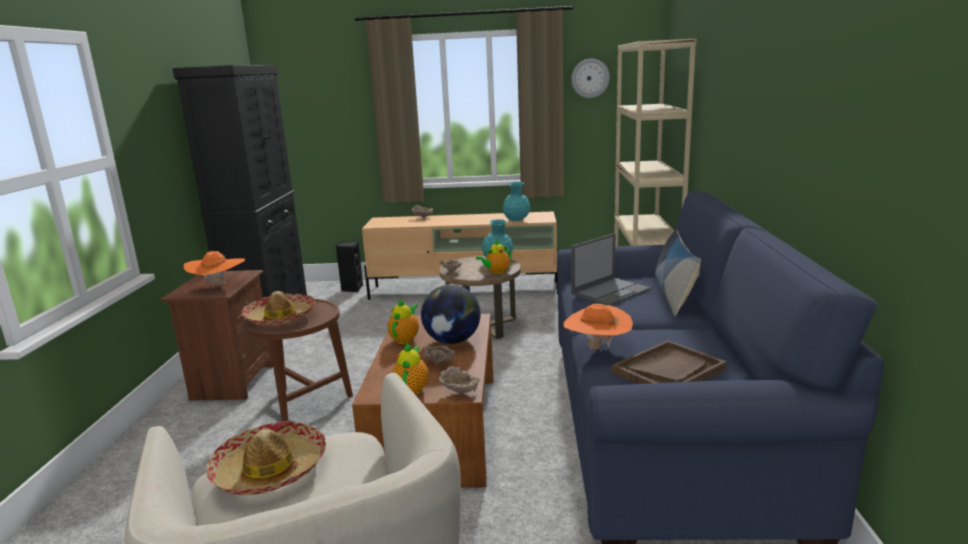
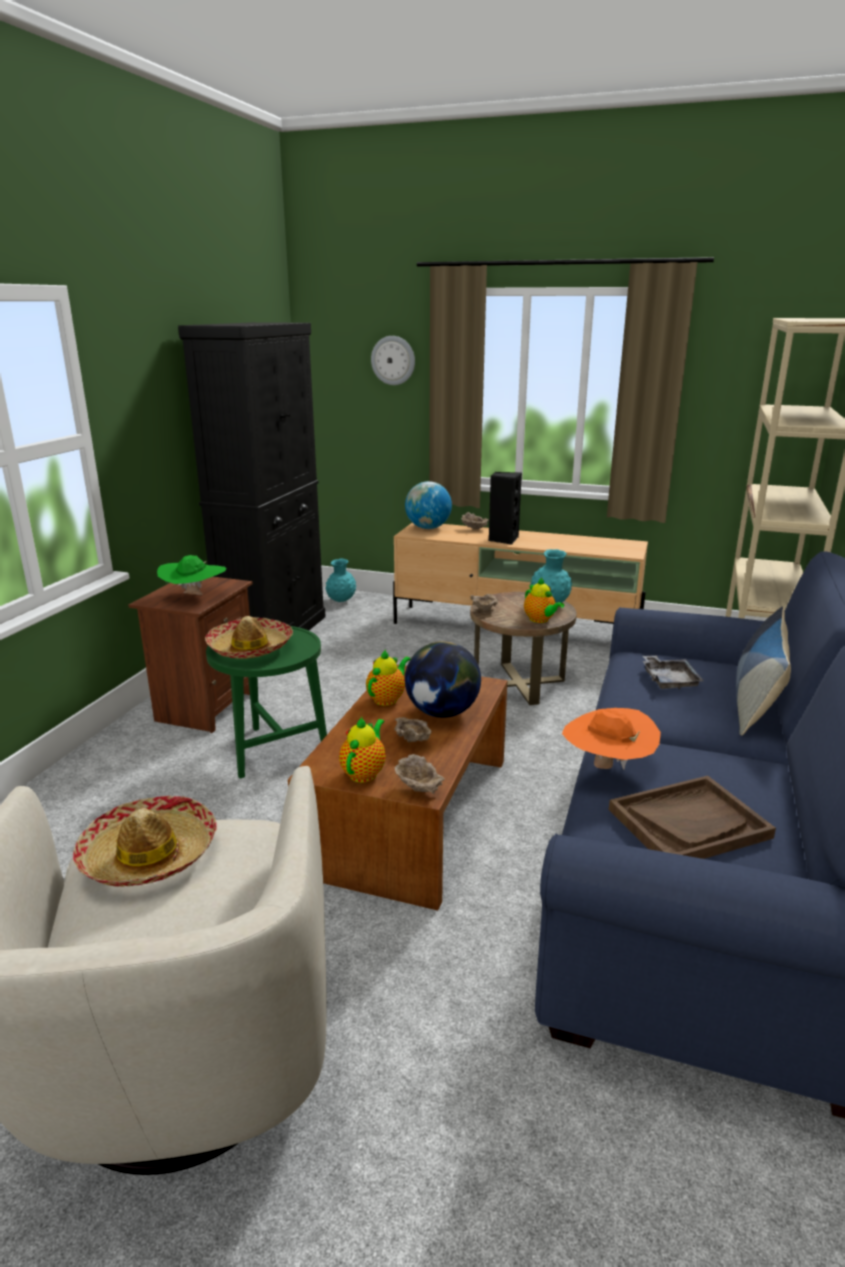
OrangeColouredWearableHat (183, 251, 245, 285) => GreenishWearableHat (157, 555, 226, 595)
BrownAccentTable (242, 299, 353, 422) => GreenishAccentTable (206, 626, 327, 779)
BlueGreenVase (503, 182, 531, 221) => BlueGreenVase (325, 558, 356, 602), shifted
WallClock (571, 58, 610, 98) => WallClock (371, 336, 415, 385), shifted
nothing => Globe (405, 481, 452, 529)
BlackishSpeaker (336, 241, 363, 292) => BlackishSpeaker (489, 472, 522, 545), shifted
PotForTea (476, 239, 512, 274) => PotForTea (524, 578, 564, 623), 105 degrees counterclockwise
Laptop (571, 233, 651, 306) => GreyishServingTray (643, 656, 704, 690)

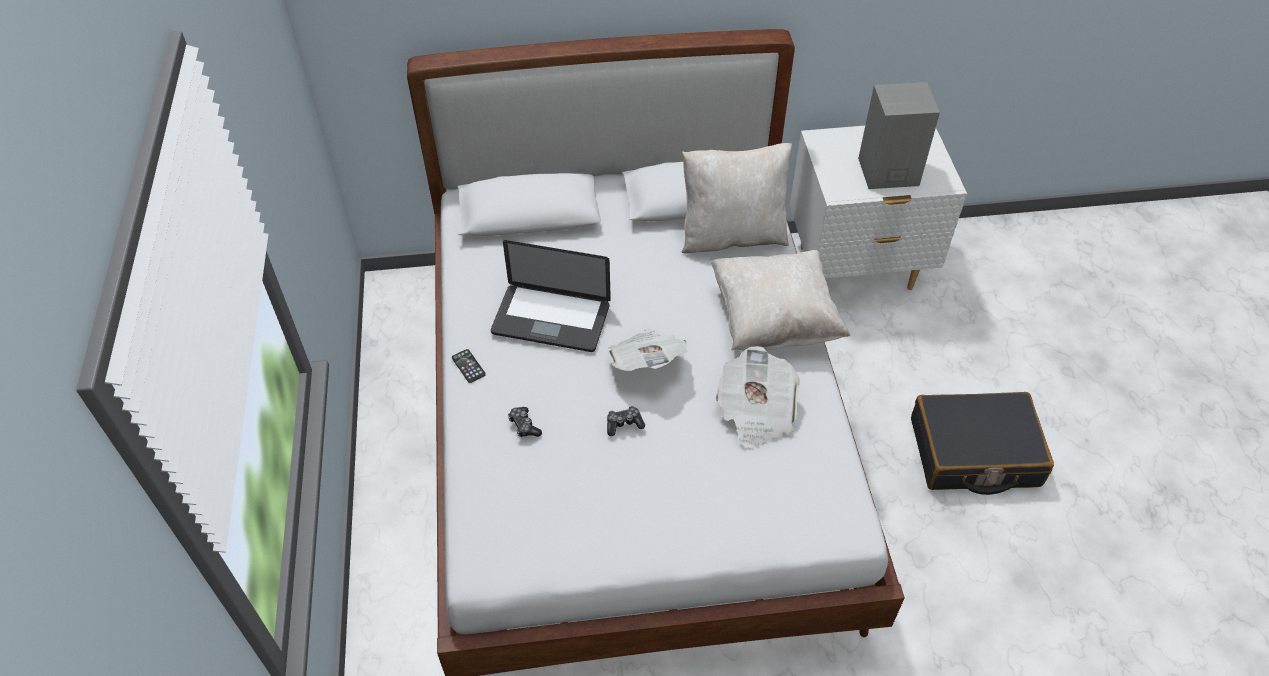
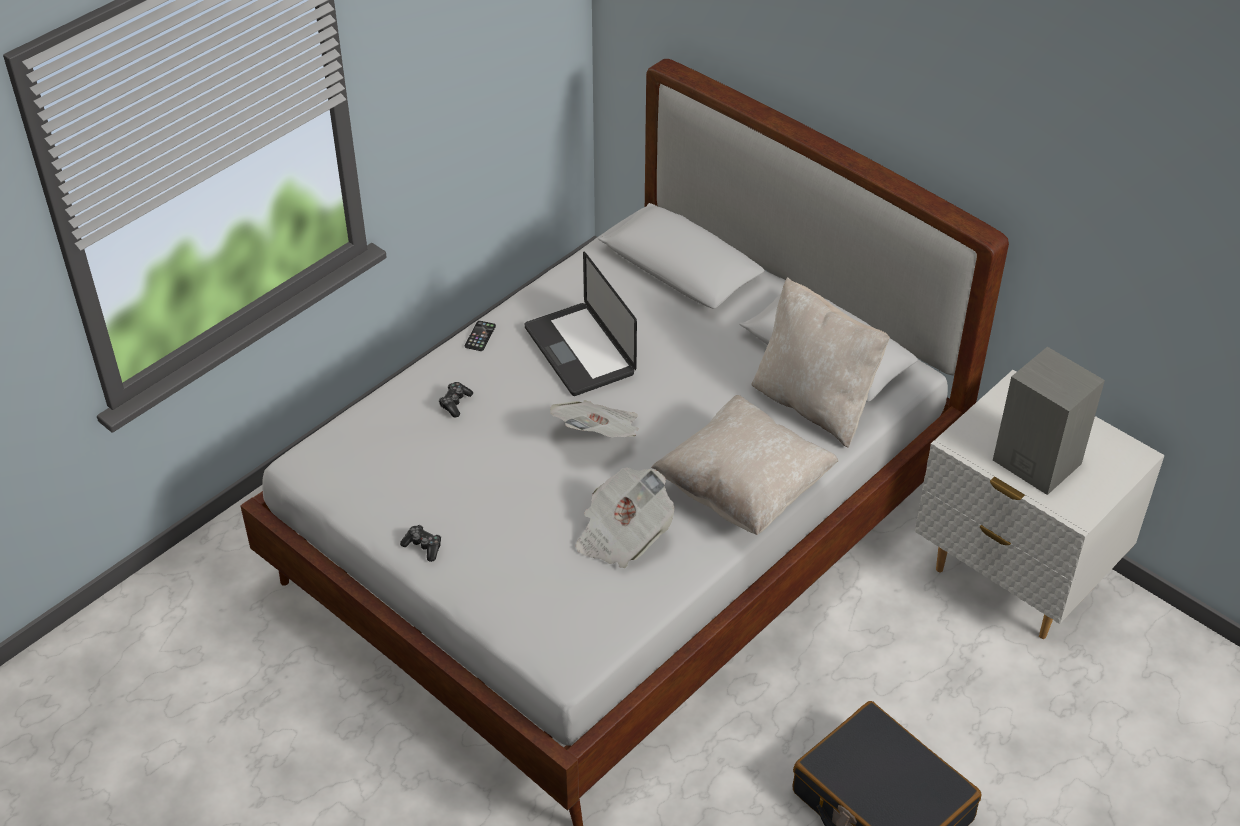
GameController (607, 406, 645, 436) => GameController (400, 525, 441, 562), shifted

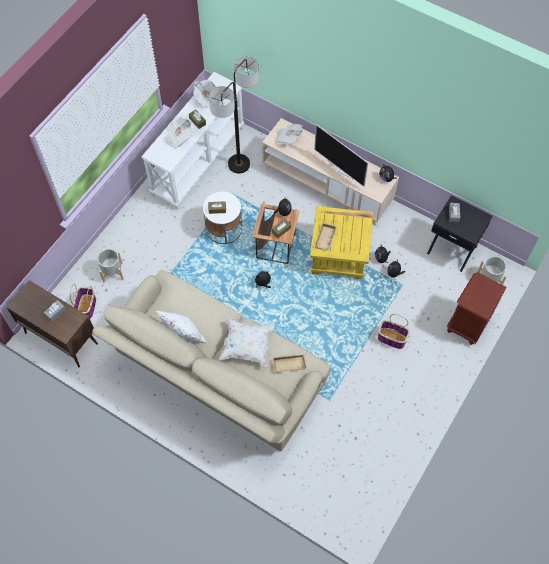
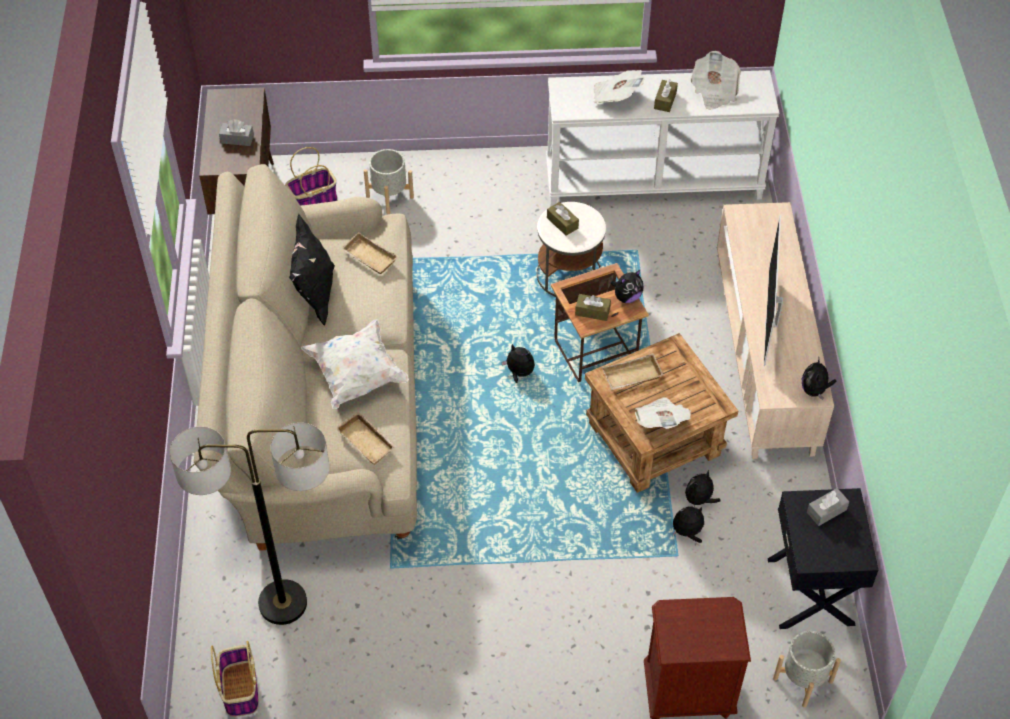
FloorLamp (209, 57, 259, 174) => FloorLamp (170, 423, 330, 625), shifted
StorageBasket (378, 314, 410, 349) => StorageBasket (211, 641, 258, 717), shifted
WhiteCushion (156, 311, 207, 343) => BlackishCushion (289, 214, 335, 326)
nothing => BeigeServingTray (341, 232, 398, 274)
YellowishAccentTable (310, 206, 373, 279) => BrownAccentTable (585, 333, 738, 493)
DailyPaper (275, 124, 303, 144) => DailyPaper (635, 398, 691, 429), shifted

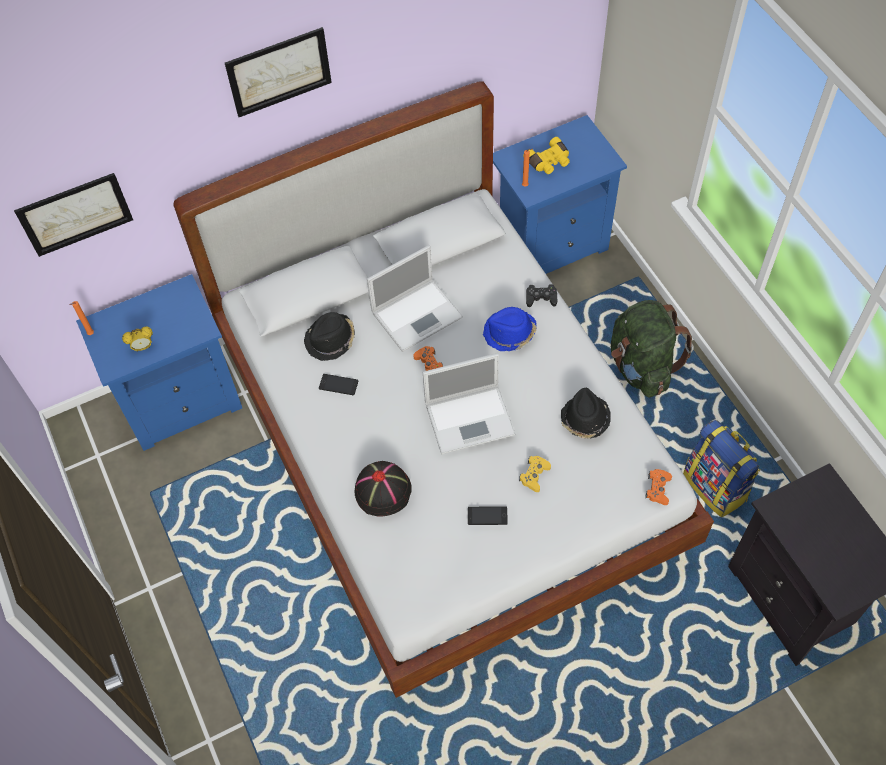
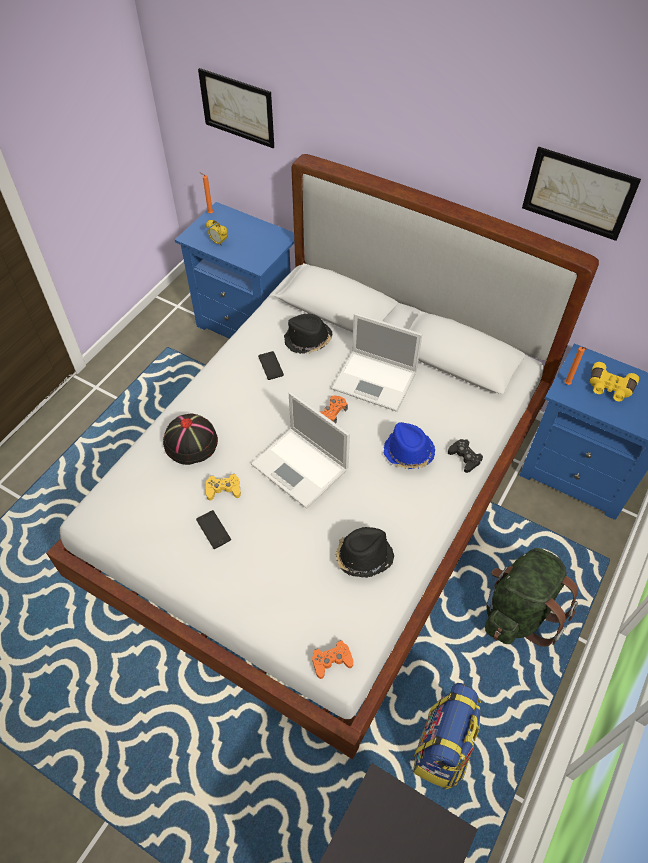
YellowishGameController (519, 456, 551, 492) => YellowishGameController (206, 474, 241, 501), shifted
WallArt (225, 27, 332, 117) => WallArt (522, 147, 641, 241), shifted

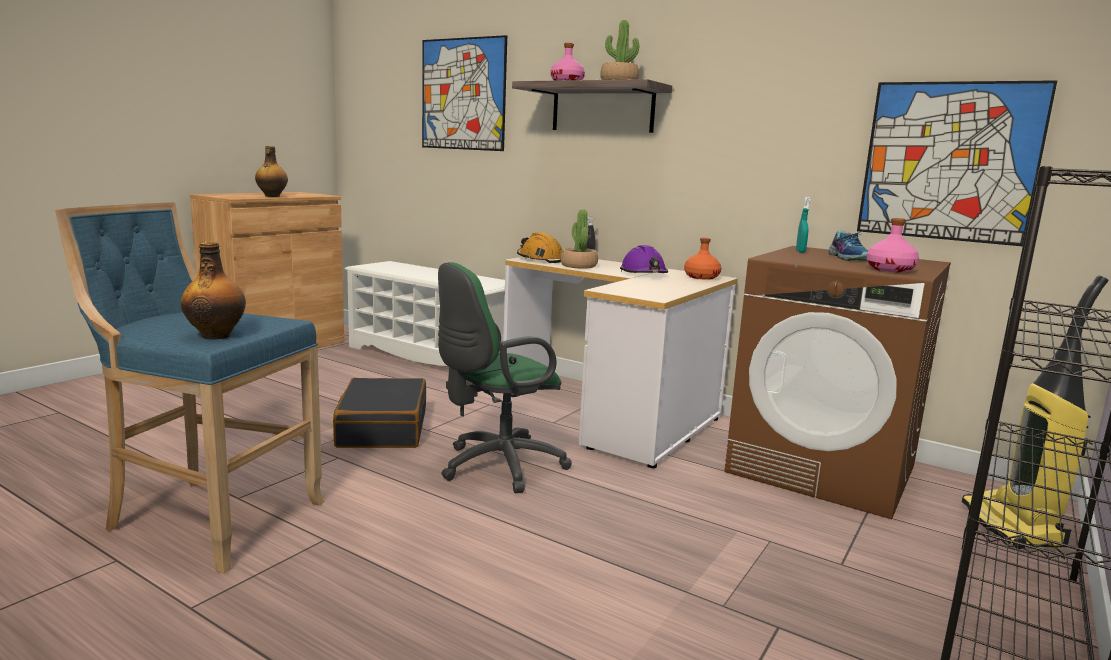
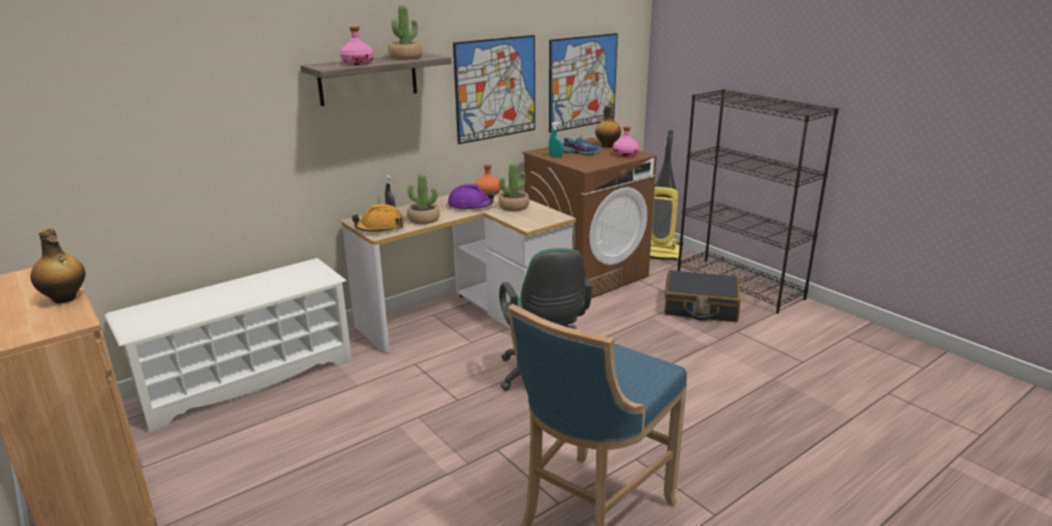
WallArt (422, 35, 507, 151) => WallArt (453, 35, 535, 144), shifted
nothing => PlantInAPot (499, 162, 529, 211)
BeverageBottle (180, 241, 246, 340) => BeverageBottle (595, 105, 621, 147), shifted
BlackishSuitcase (333, 378, 426, 448) => BlackishSuitcase (664, 270, 741, 322), shifted

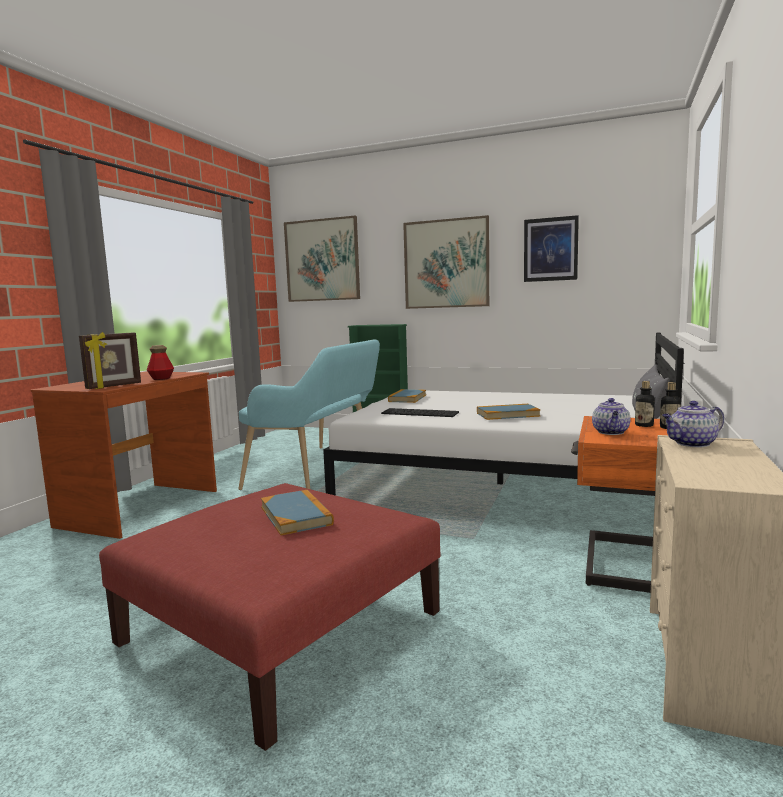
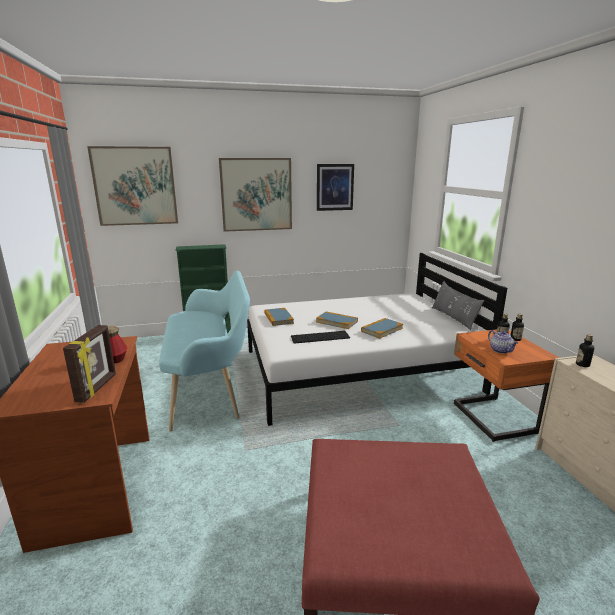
BoundBook (261, 490, 334, 535) => BoundBook (316, 311, 358, 329), shifted
PotForTea (662, 401, 724, 447) => BeverageBottle (576, 334, 594, 367)

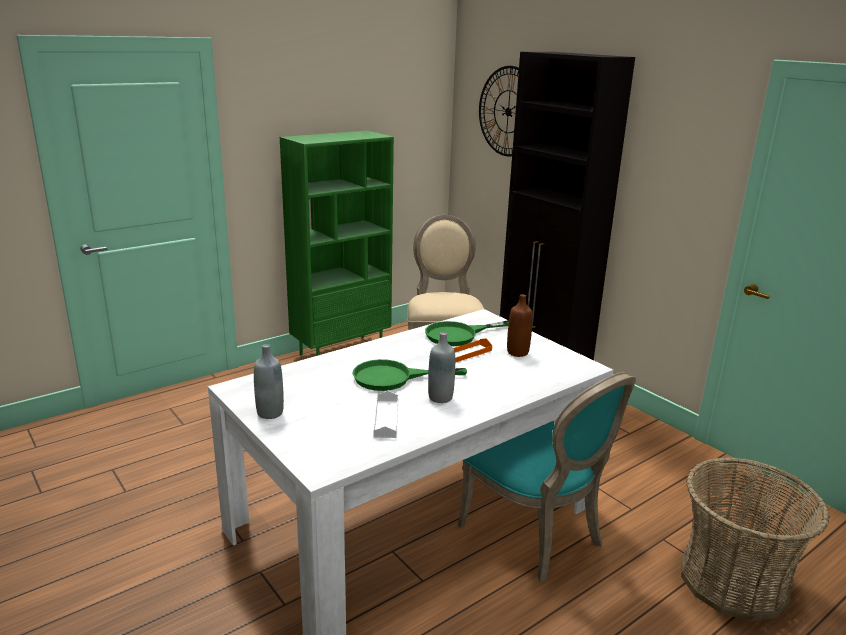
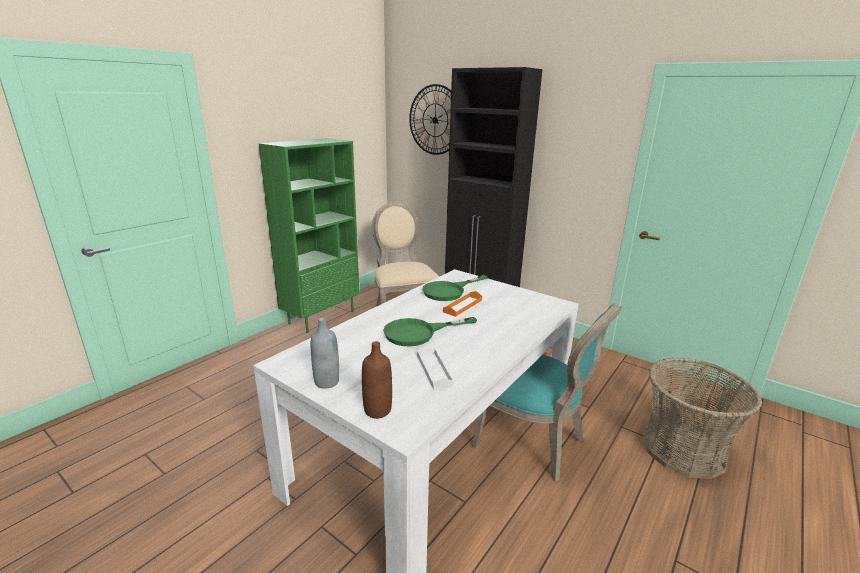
BrownBeverageBottle (507, 294, 533, 357) => BrownBeverageBottle (362, 341, 392, 419), shifted
GreyishBeverageBottle (428, 332, 455, 403) => nothing

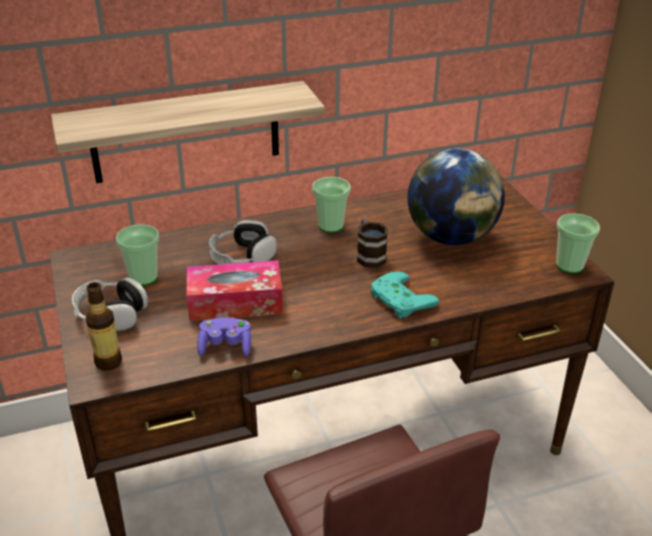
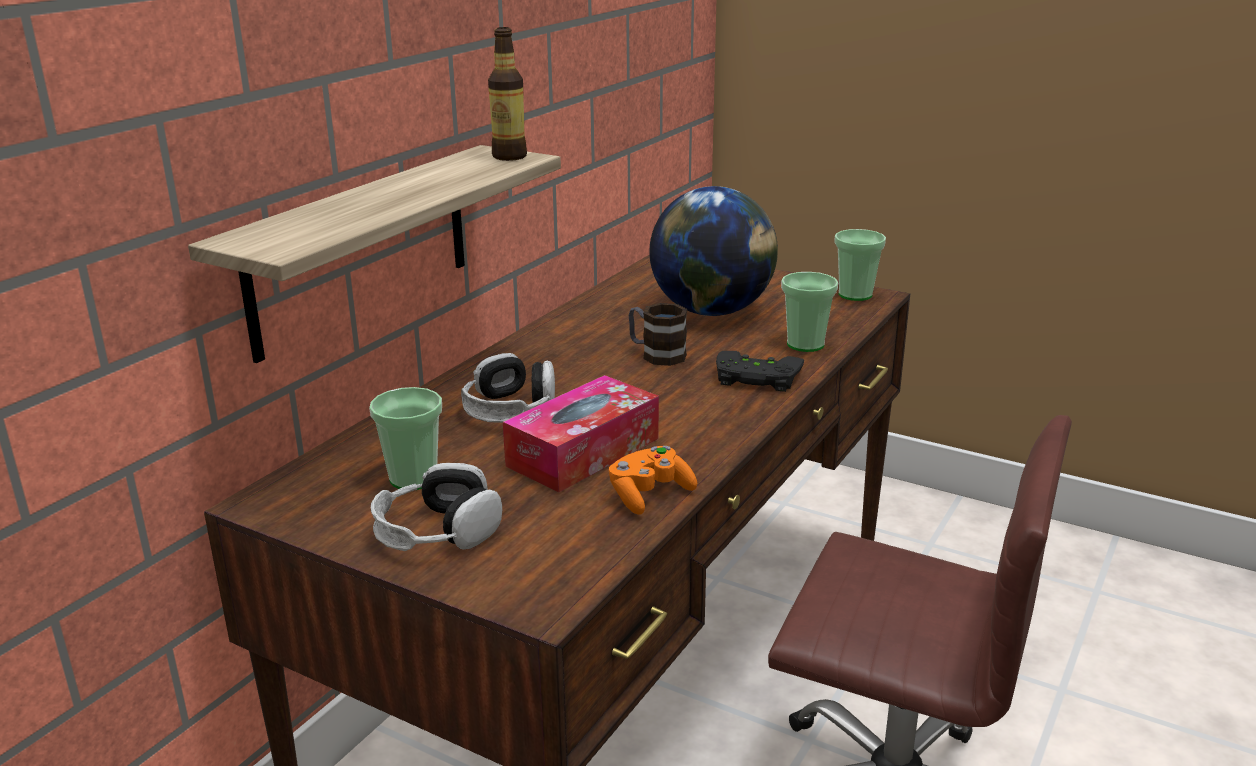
BeverageBottle (86, 282, 122, 371) => BeverageBottle (488, 27, 527, 161), shifted
PurpleGameController (197, 318, 251, 357) => OrangeColouredGameController (609, 446, 697, 515)
BlueGreenGameController (371, 271, 440, 319) => BlackishGameController (716, 351, 804, 392)
DrinkingCup (312, 177, 351, 233) => DrinkingCup (781, 272, 838, 352), shifted

